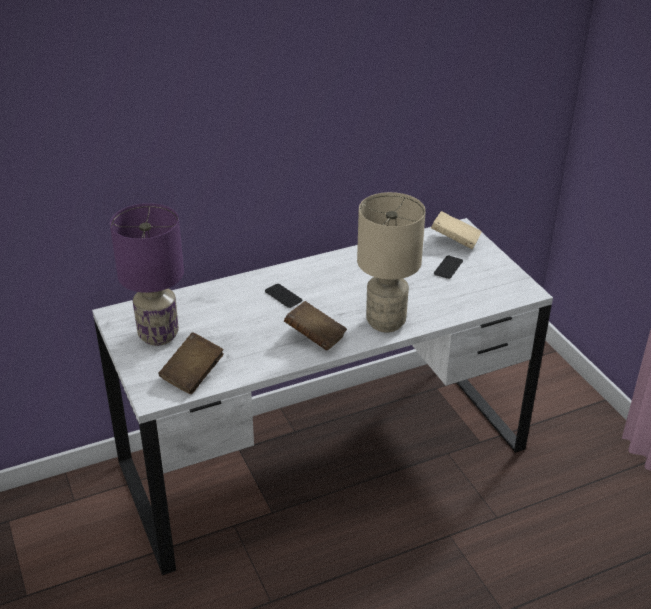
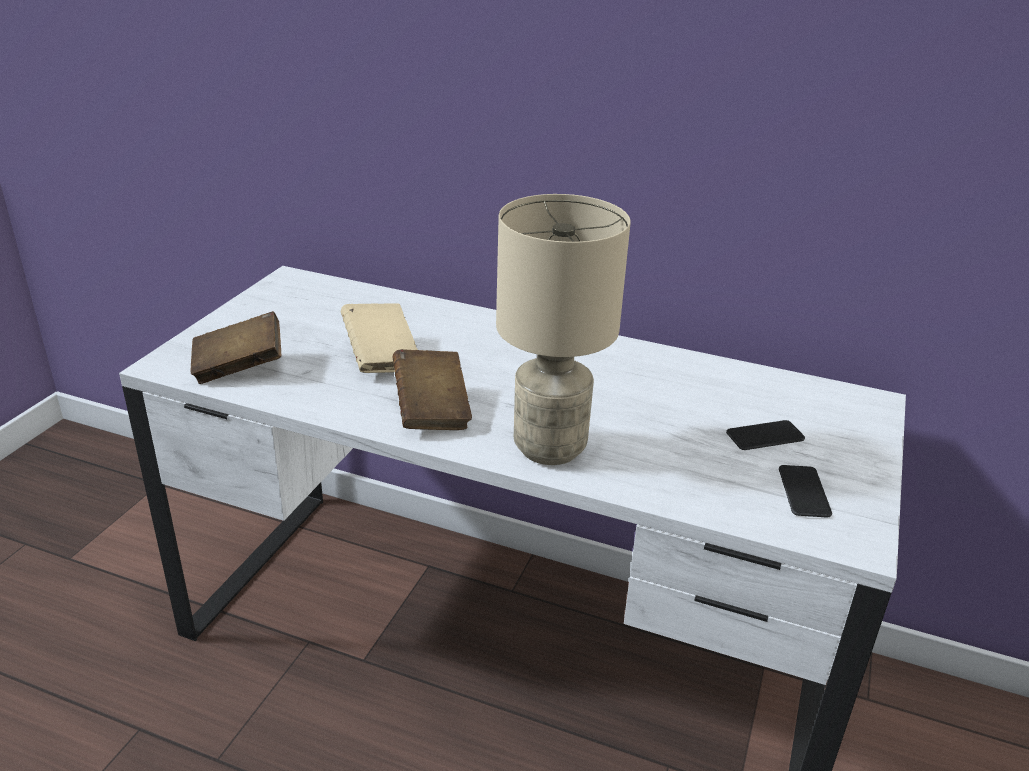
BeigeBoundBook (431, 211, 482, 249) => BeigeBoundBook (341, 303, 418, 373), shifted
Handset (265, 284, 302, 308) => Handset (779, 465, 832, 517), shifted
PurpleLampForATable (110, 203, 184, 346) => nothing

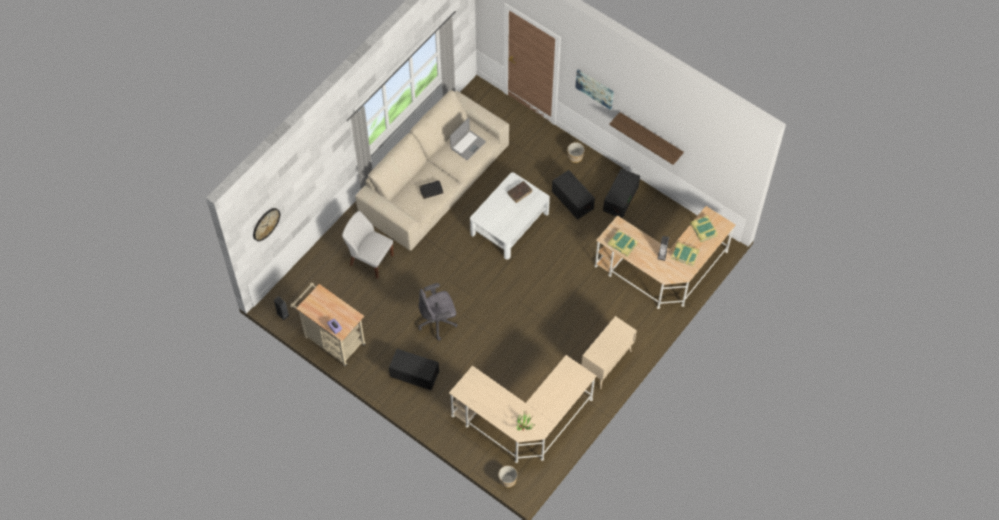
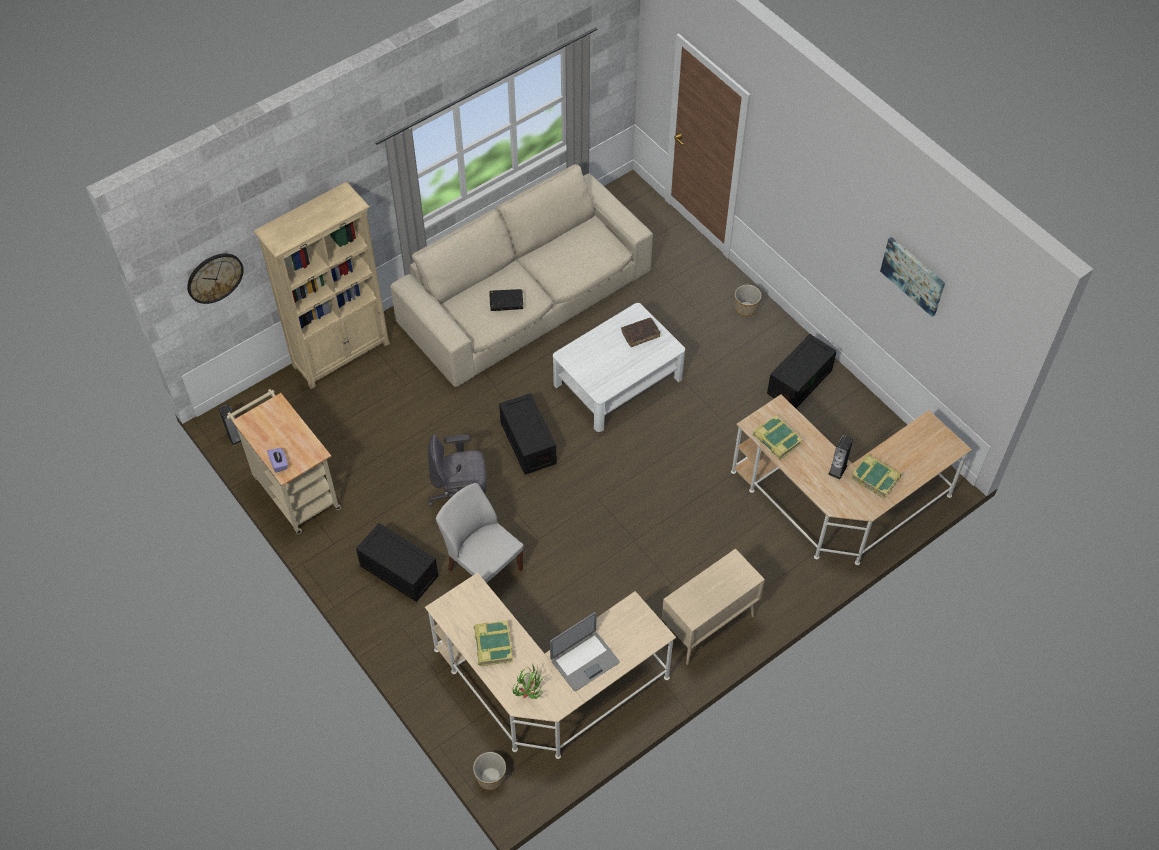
nothing => BeigeBookcase (254, 182, 390, 389)
WhiteUprightChair (342, 211, 393, 279) => WhiteUprightChair (436, 483, 523, 583), shifted
BoundBook (690, 216, 718, 242) => BoundBook (473, 620, 513, 666), shifted
BlackishStorageBin (552, 170, 595, 220) => BlackishStorageBin (499, 393, 557, 475), shifted
Laptop (450, 118, 486, 160) => Laptop (550, 612, 619, 691), shifted
WallArt (575, 69, 614, 110) => WallArt (880, 237, 945, 317), shifted
BracketShelf (609, 112, 684, 165) => nothing

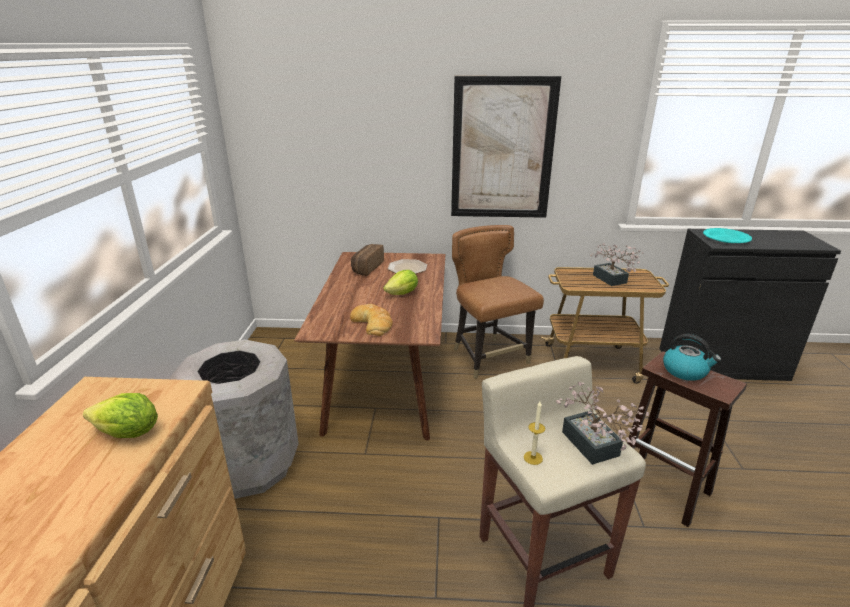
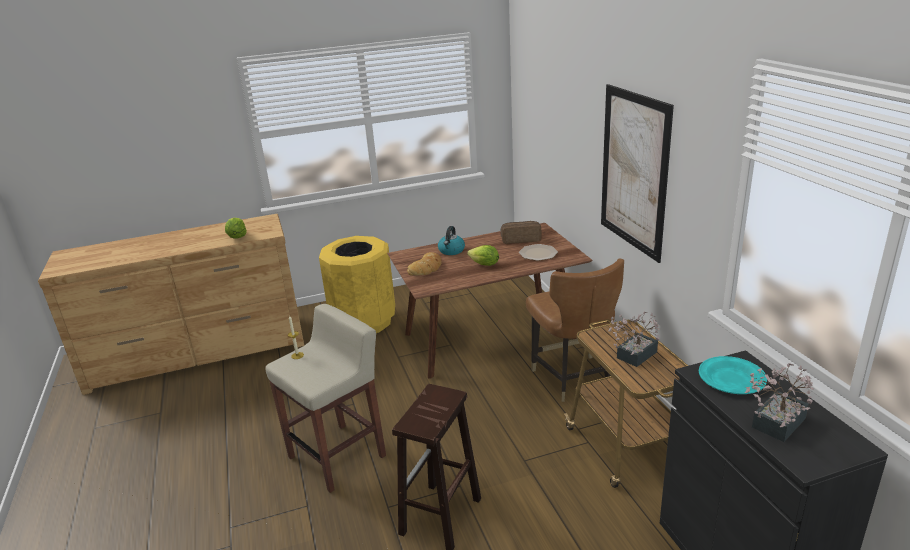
GreyishRubbishBin (170, 340, 299, 499) => YellowishRubbishBin (319, 236, 395, 333)
WaterKettle (663, 334, 721, 381) => WaterKettle (438, 226, 465, 255), shifted
BrownUprightChair (452, 225, 544, 379) => BrownUprightChair (526, 258, 624, 402), 120 degrees clockwise
PlantInAPot (556, 382, 649, 465) => PlantInAPot (745, 363, 814, 442), shifted

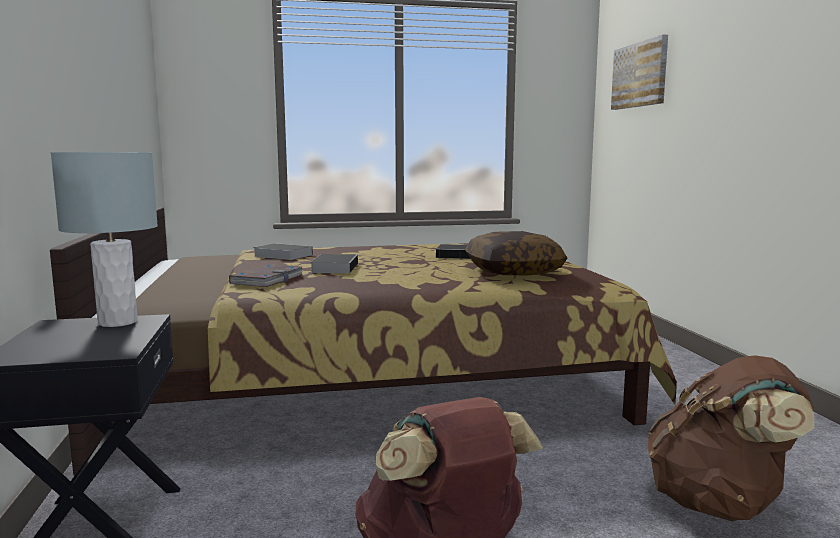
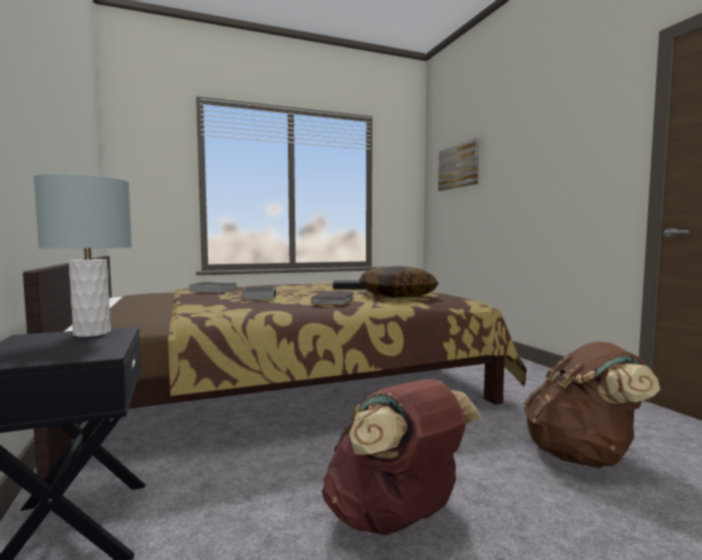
BoundBook (229, 264, 302, 287) => BoundBook (311, 291, 354, 305), shifted

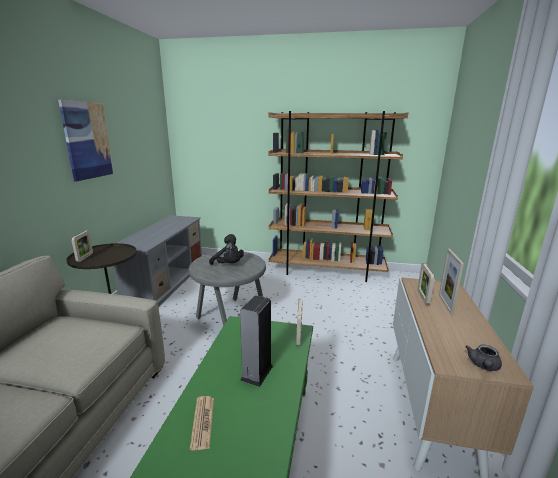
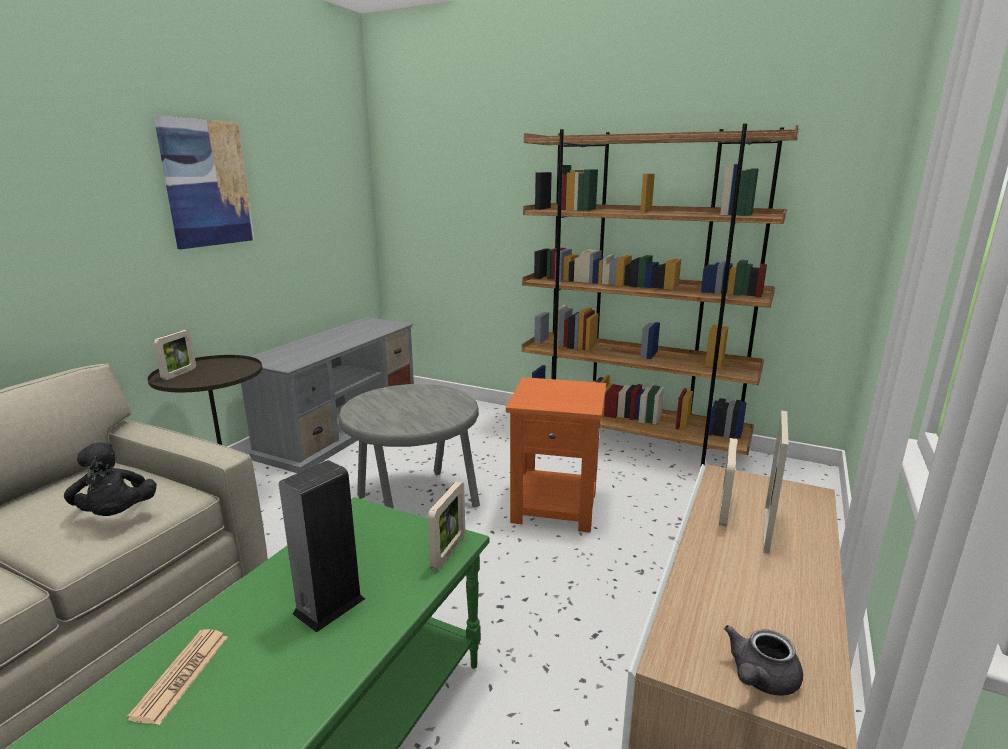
BlackishCuddlyToy (209, 234, 244, 265) => BlackishCuddlyToy (64, 443, 157, 516), shifted
nothing => OrangeColouredAccentTable (506, 377, 606, 533)

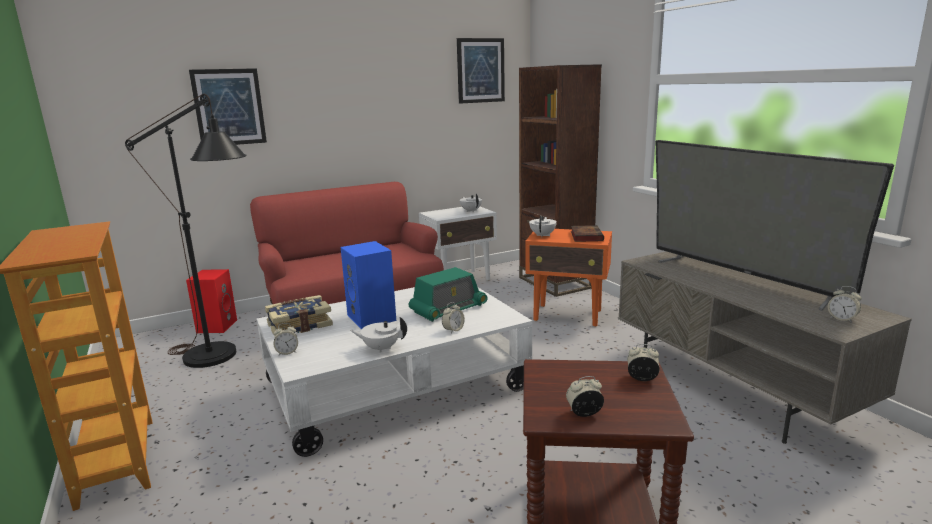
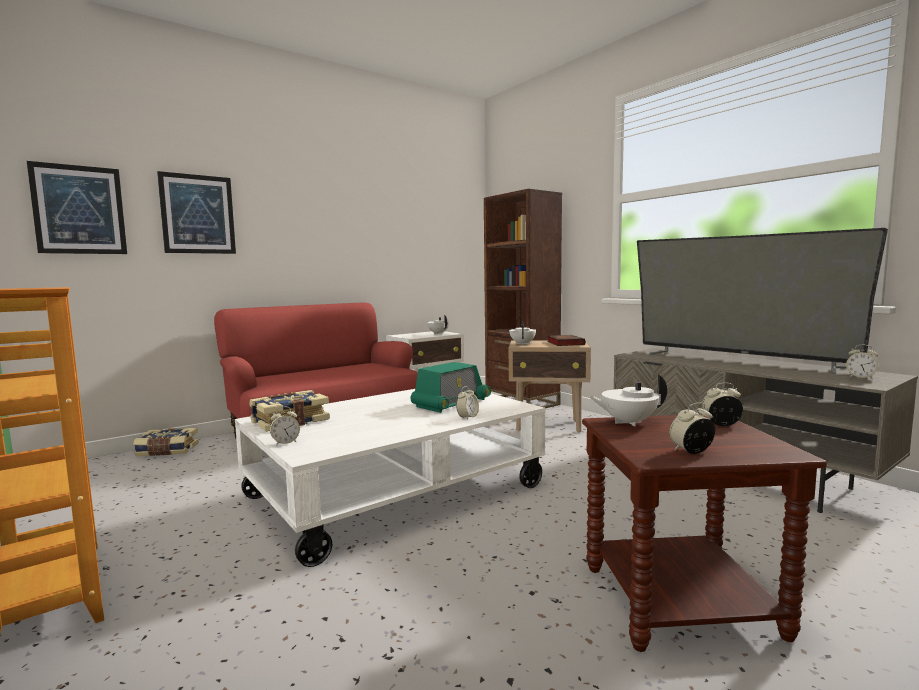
WallArt (457, 38, 505, 104) => WallArt (27, 161, 127, 254), shifted
ReddishSpeaker (186, 269, 237, 333) => BoundBook (133, 428, 199, 456)
OrangeColouredAccentTable (525, 229, 612, 327) => BeigeAccentTable (509, 341, 591, 433)
WhitePotForTea (350, 317, 407, 353) => WhitePotForTea (588, 375, 667, 427), shifted
BlackishFloorLamp (125, 94, 247, 368) => nothing
BlueColouredSpeaker (341, 241, 396, 329) => nothing

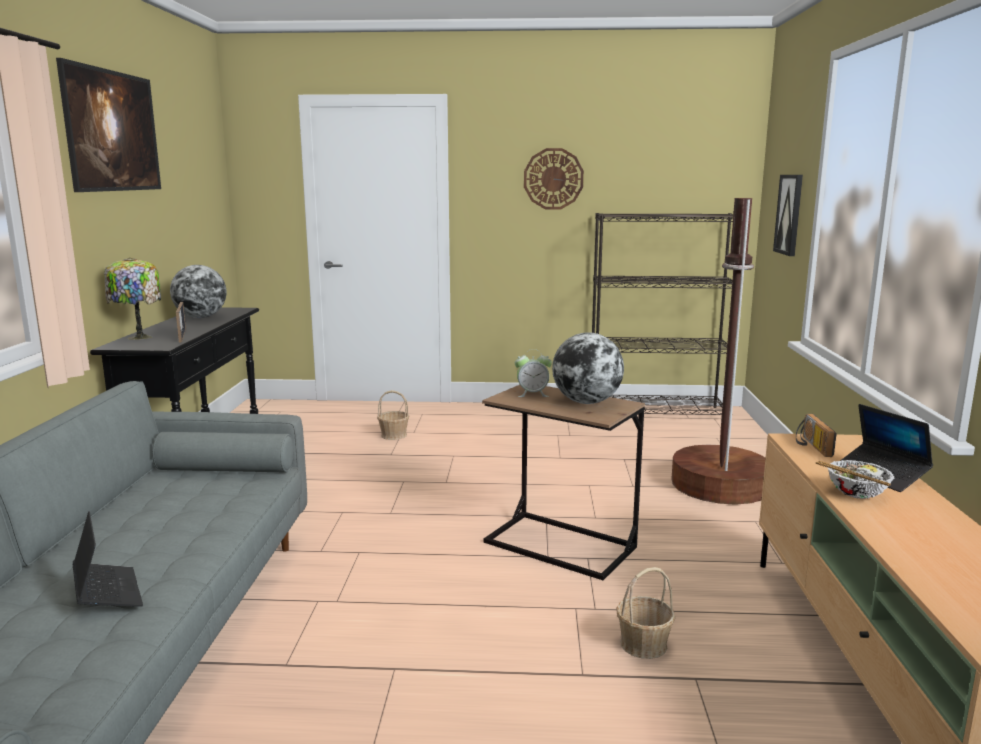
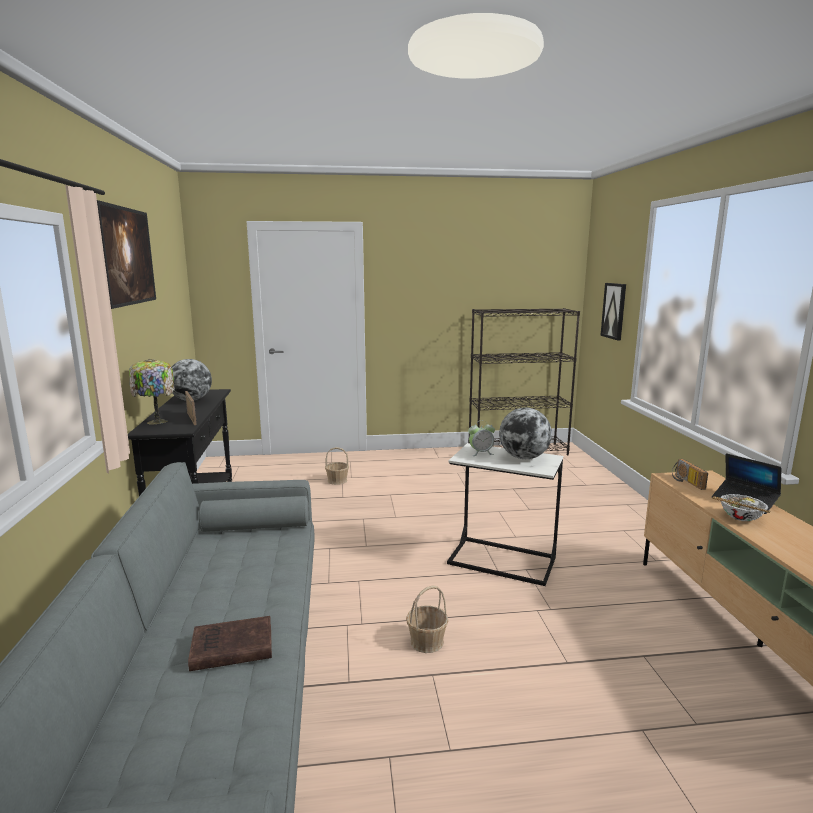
Laptop (73, 511, 143, 607) => BrownBoundBook (188, 616, 272, 671)
StorageBasket (616, 567, 675, 659) => StorageBasket (406, 585, 448, 653), shifted
BrownAccentTable (482, 385, 645, 580) => WhiteAccentTable (447, 443, 563, 586)
WallClock (524, 148, 584, 210) => nothing
BrownFloorLamp (671, 198, 765, 505) => nothing

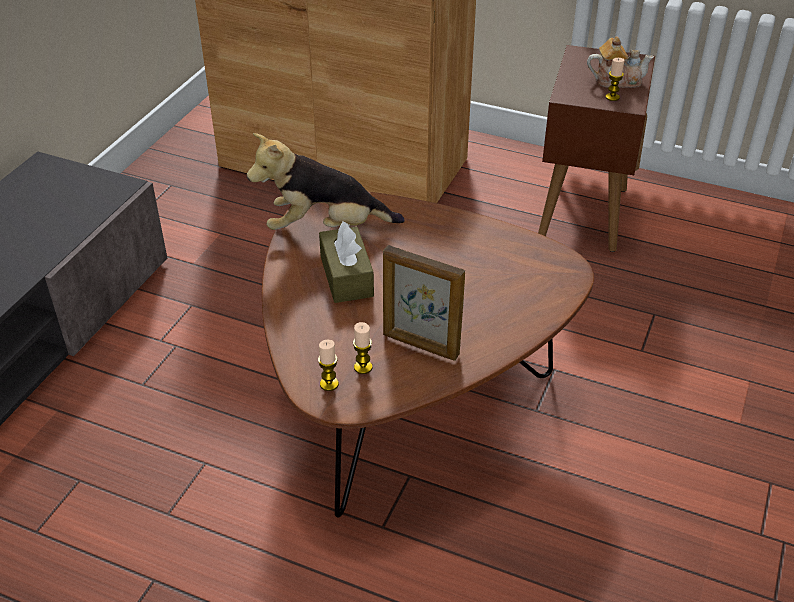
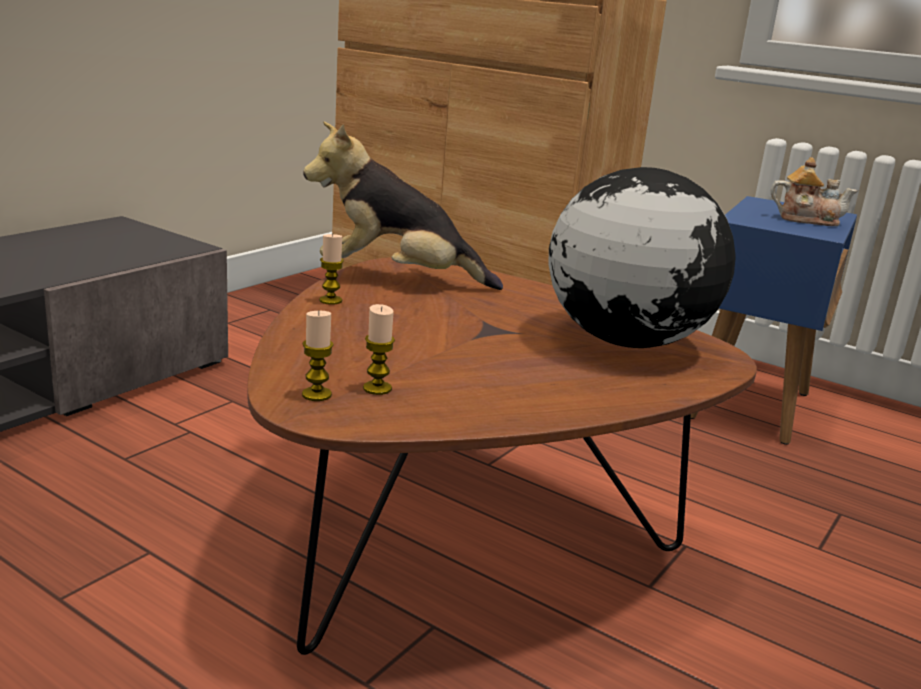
Candle (606, 58, 625, 101) => Candle (319, 234, 344, 305), shifted
nothing => Globe (549, 167, 736, 348)
BrownAccentTable (538, 45, 655, 252) => BlueColouredAccentTable (691, 196, 857, 445)
BrownTissueBox (319, 221, 374, 303) => nothing
PhotoFrame (383, 245, 465, 361) => nothing

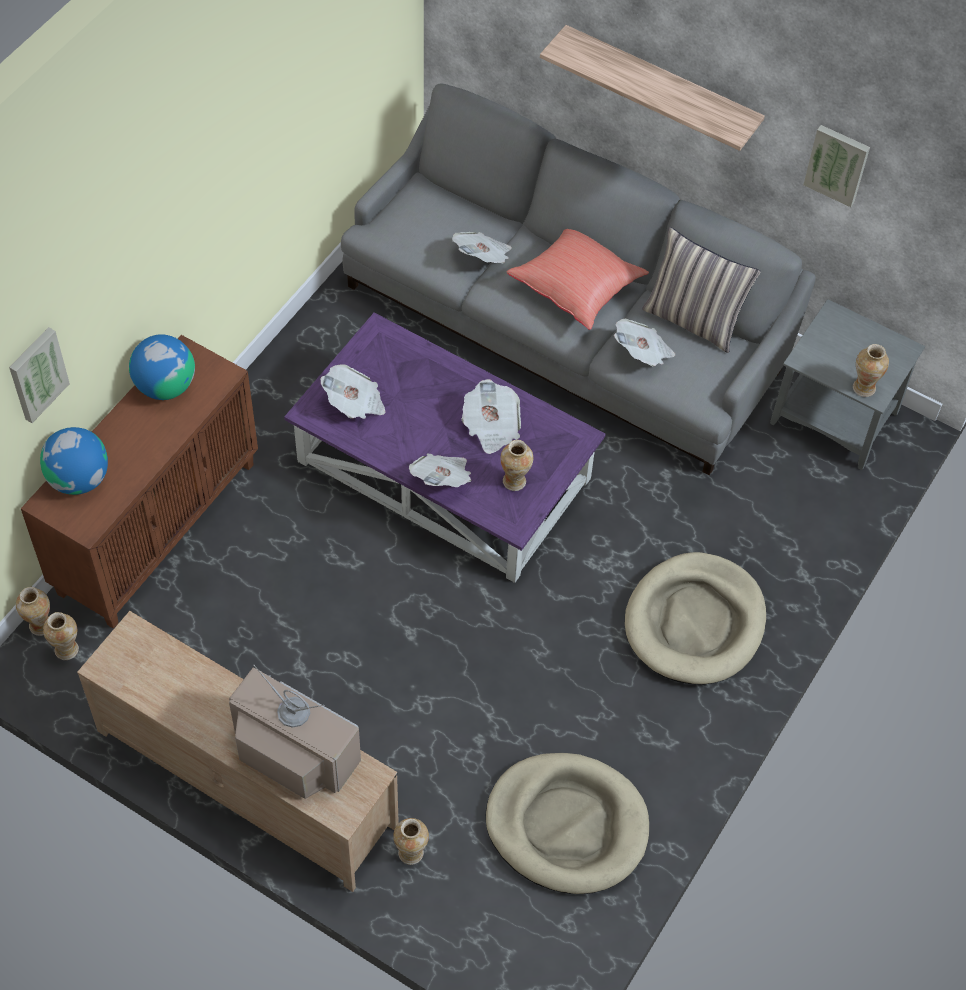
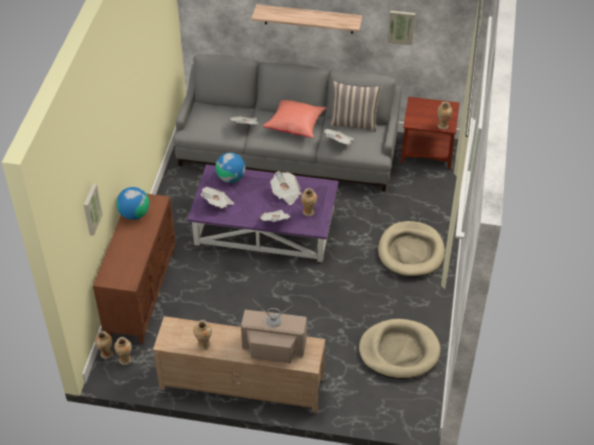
Vase (393, 818, 429, 865) => Vase (194, 320, 212, 350), shifted
Globe (40, 427, 108, 495) => Globe (215, 153, 245, 183), shifted
GreyishAccentTable (770, 299, 925, 470) => BrownAccentTable (401, 97, 459, 169)

